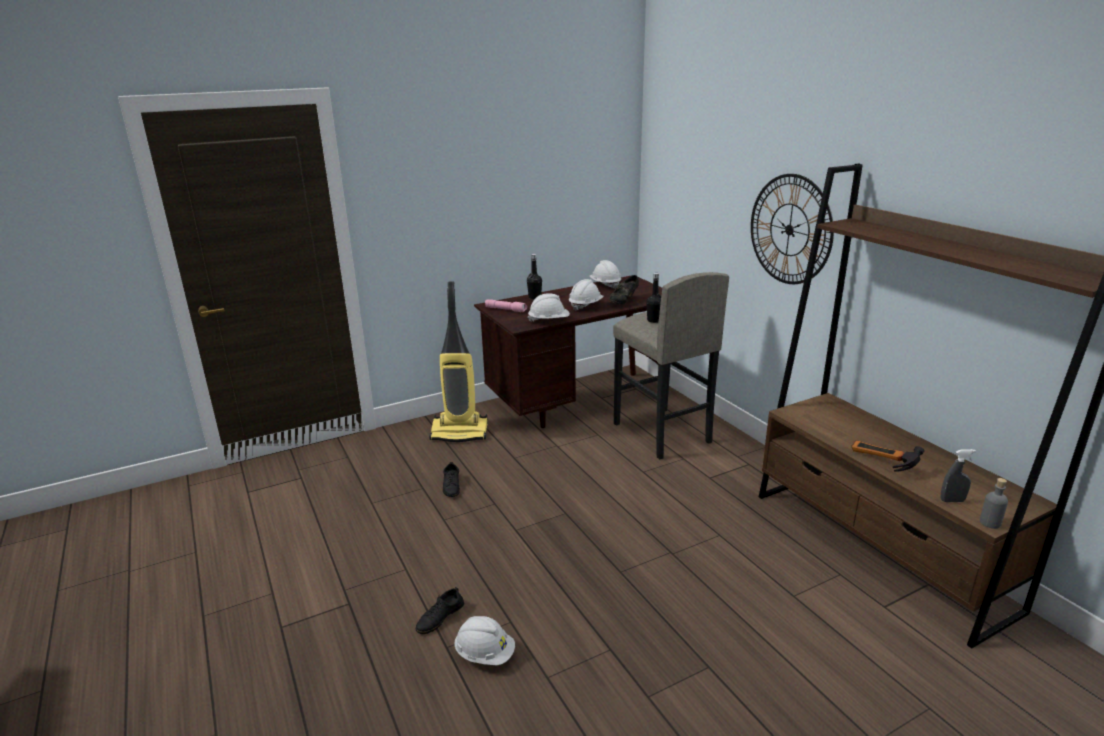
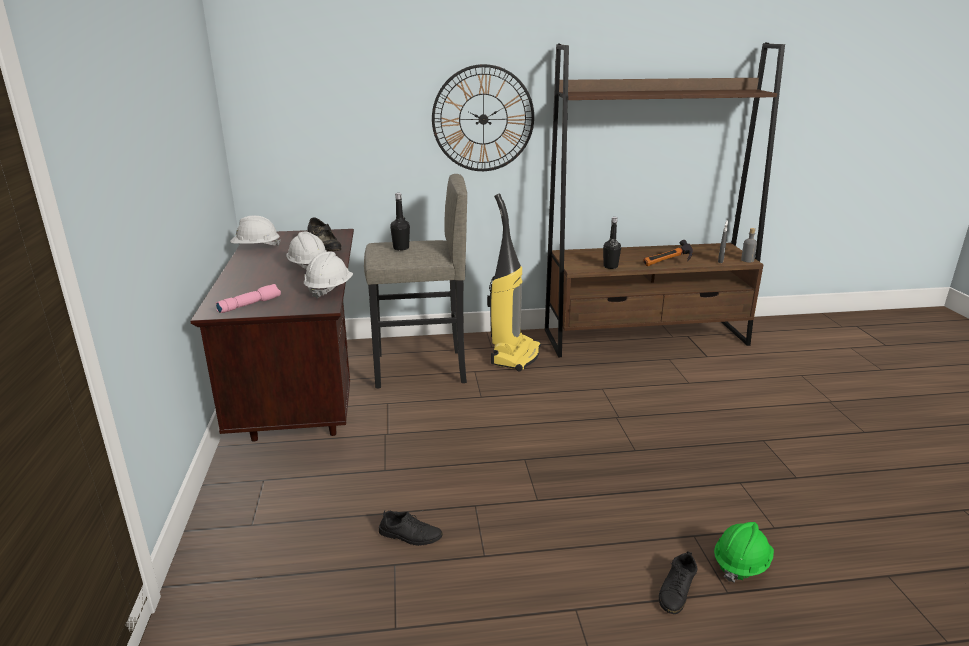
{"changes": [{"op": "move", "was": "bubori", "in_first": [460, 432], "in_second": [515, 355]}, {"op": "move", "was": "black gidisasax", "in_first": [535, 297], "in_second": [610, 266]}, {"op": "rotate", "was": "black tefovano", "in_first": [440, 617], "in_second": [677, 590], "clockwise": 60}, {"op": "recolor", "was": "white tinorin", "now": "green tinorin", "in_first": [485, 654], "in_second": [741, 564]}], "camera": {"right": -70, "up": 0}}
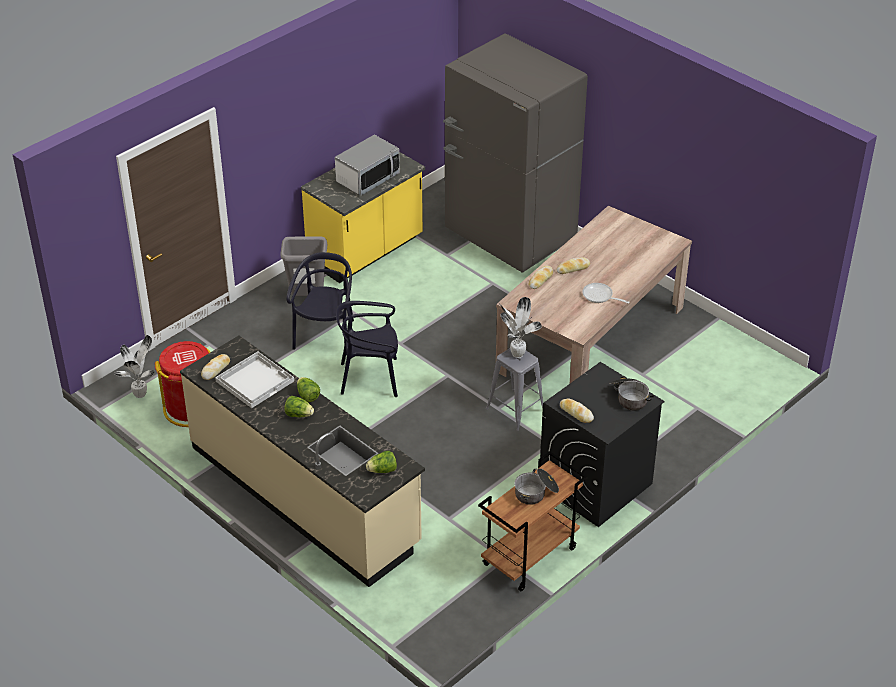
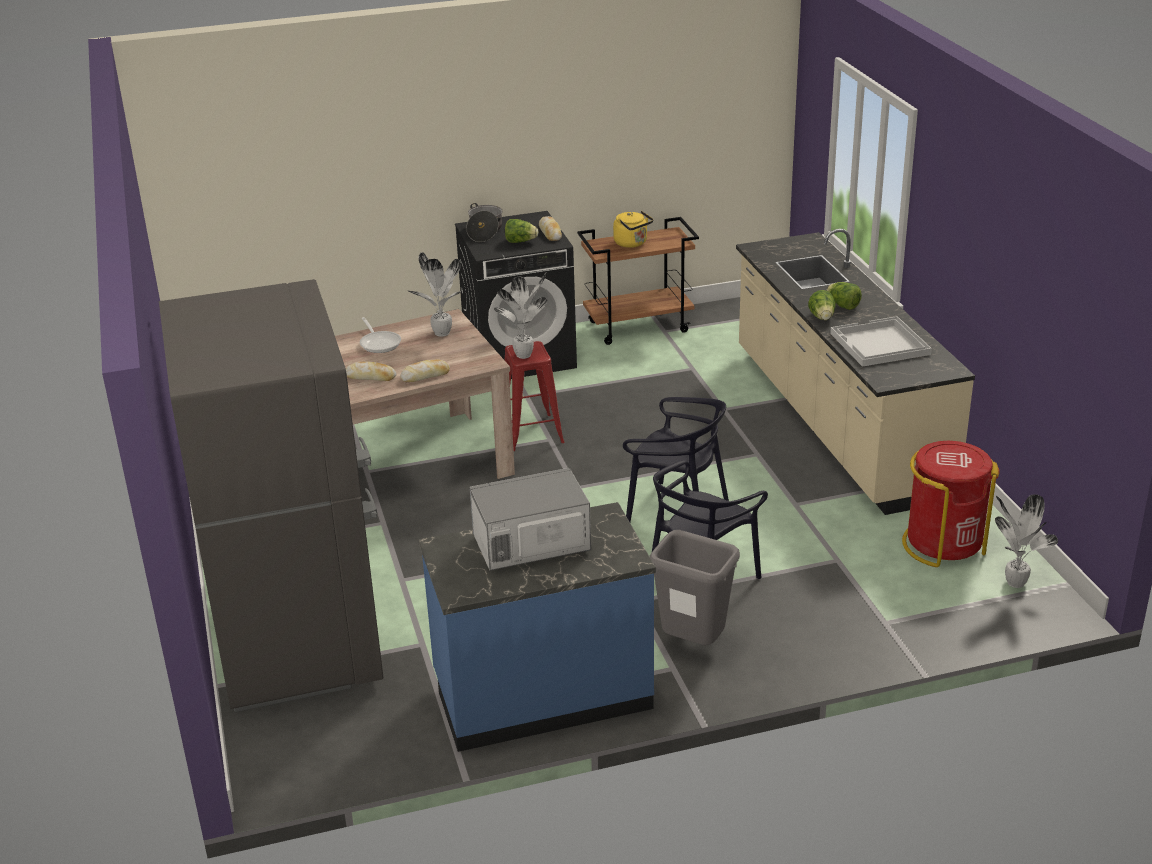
{"changes": [{"op": "insert", "now": "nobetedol", "in_second": [441, 334]}, {"op": "recolor", "was": "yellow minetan", "now": "blue minetan", "in_first": [366, 252], "in_second": [542, 693]}, {"op": "move", "was": "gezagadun", "in_first": [382, 470], "in_second": [520, 241]}, {"op": "recolor", "was": "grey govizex", "now": "red govizex", "in_first": [515, 410], "in_second": [531, 432]}, {"op": "replace", "was": "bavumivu", "now": "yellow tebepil", "in_first": [536, 493], "in_second": [632, 243]}, {"op": "delete", "was": "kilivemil", "in_first": [216, 369]}], "camera": {"right": -150, "up": -10}}
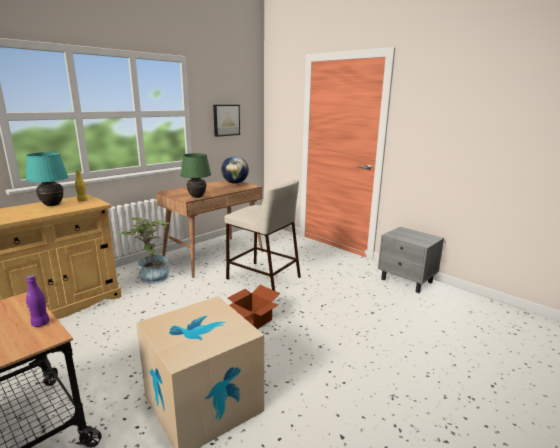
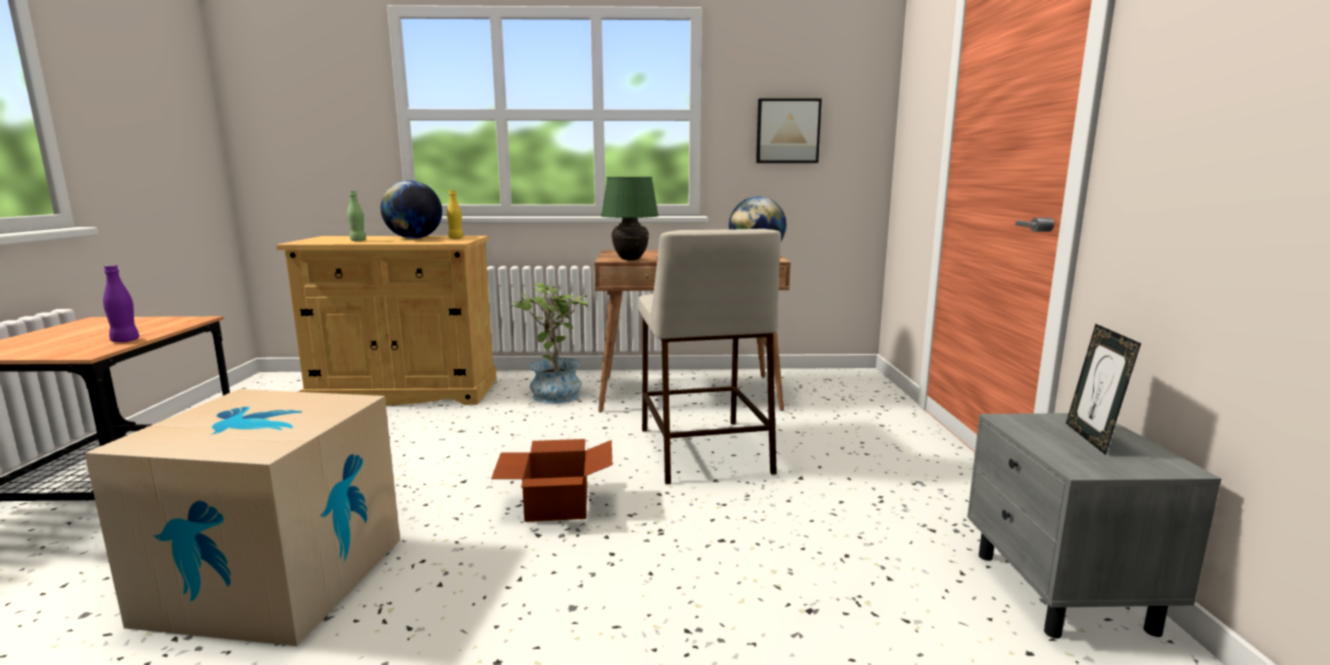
{"changes": [{"op": "insert", "now": "green gidisasax", "in_second": [358, 241]}, {"op": "replace", "was": "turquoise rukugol", "now": "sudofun", "in_first": [52, 205], "in_second": [414, 238]}, {"op": "insert", "now": "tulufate", "in_second": [1091, 438]}], "camera": {"right": 45, "up": -5}}
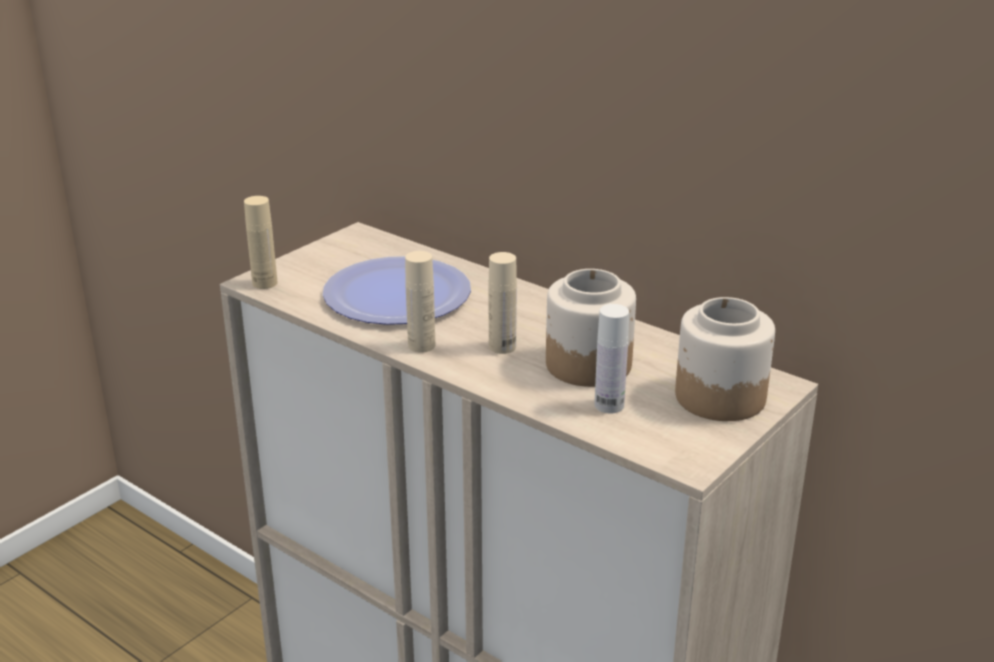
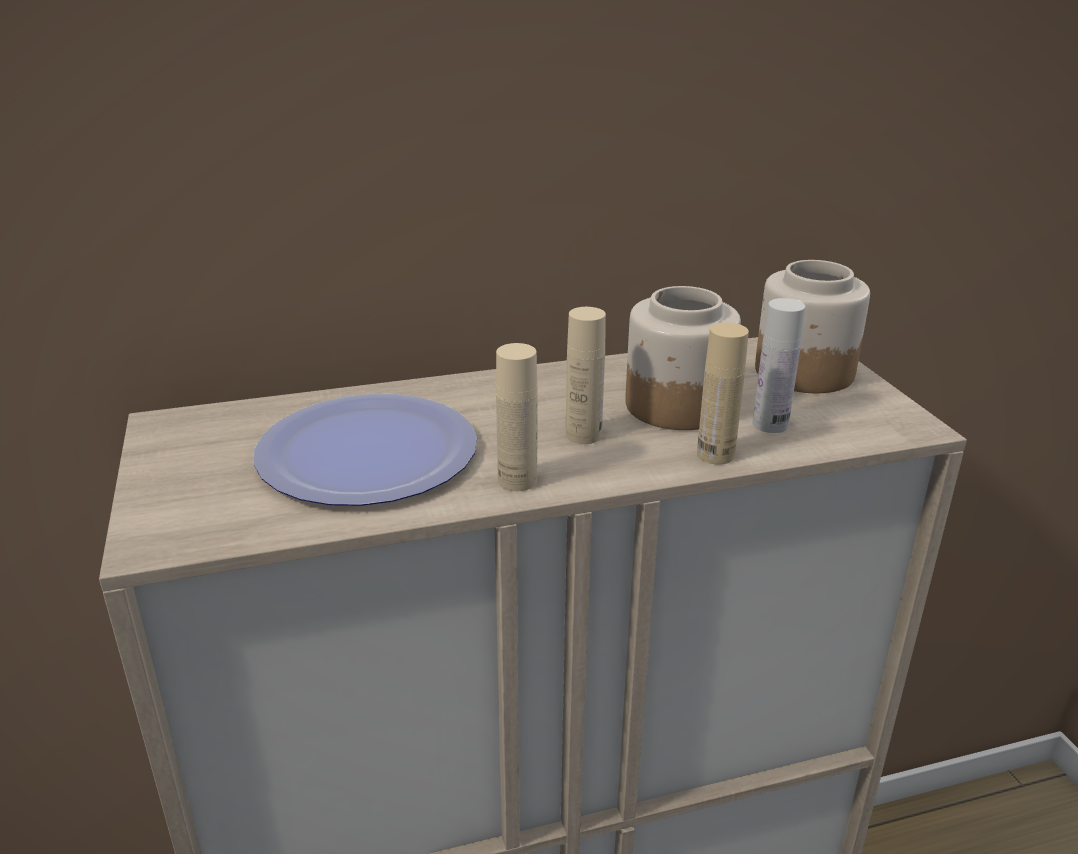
{"changes": [{"op": "move", "was": "beige gidisasax", "in_first": [265, 283], "in_second": [715, 454]}], "camera": {"right": -55, "up": 0}}
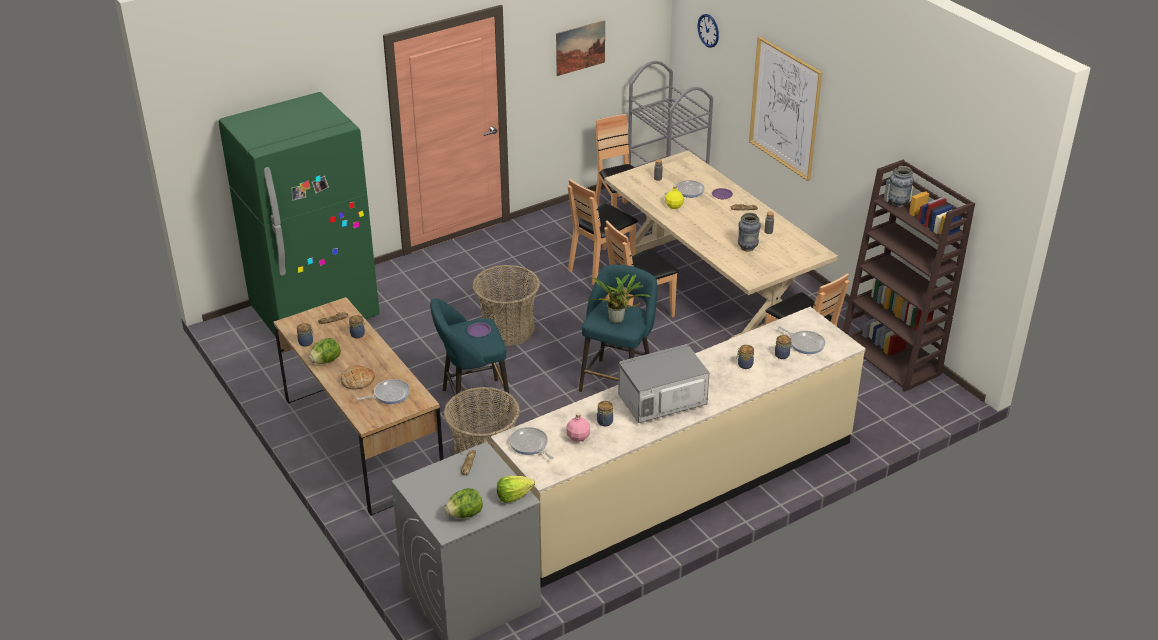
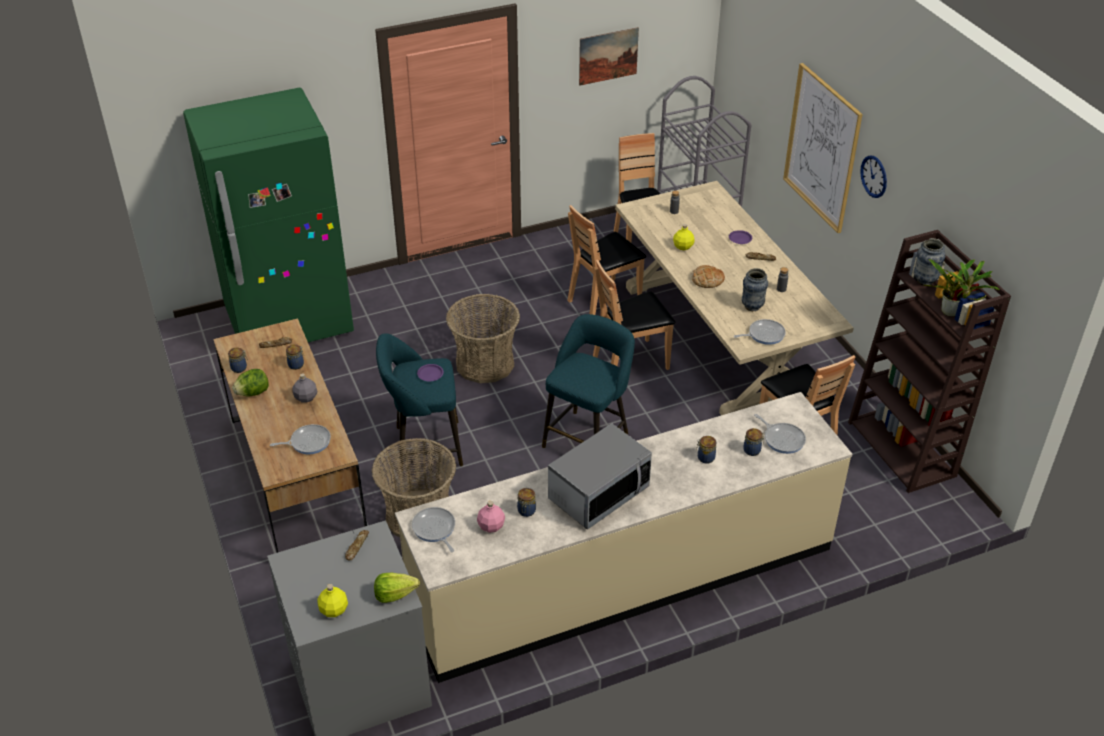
{"changes": [{"op": "insert", "now": "grey gidisasax", "in_second": [306, 397]}, {"op": "replace", "was": "gezagadun", "now": "yellow gidisasax", "in_first": [465, 514], "in_second": [334, 610]}, {"op": "rotate", "was": "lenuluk", "in_first": [662, 402], "in_second": [598, 493], "clockwise": 150}, {"op": "move", "was": "kilivemil", "in_first": [357, 380], "in_second": [707, 279]}, {"op": "move", "was": "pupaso", "in_first": [687, 191], "in_second": [764, 334]}, {"op": "move", "was": "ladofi", "in_first": [708, 30], "in_second": [874, 176]}, {"op": "move", "was": "nobetedol", "in_first": [618, 320], "in_second": [952, 313]}], "camera": {"right": 10, "up": 5}}
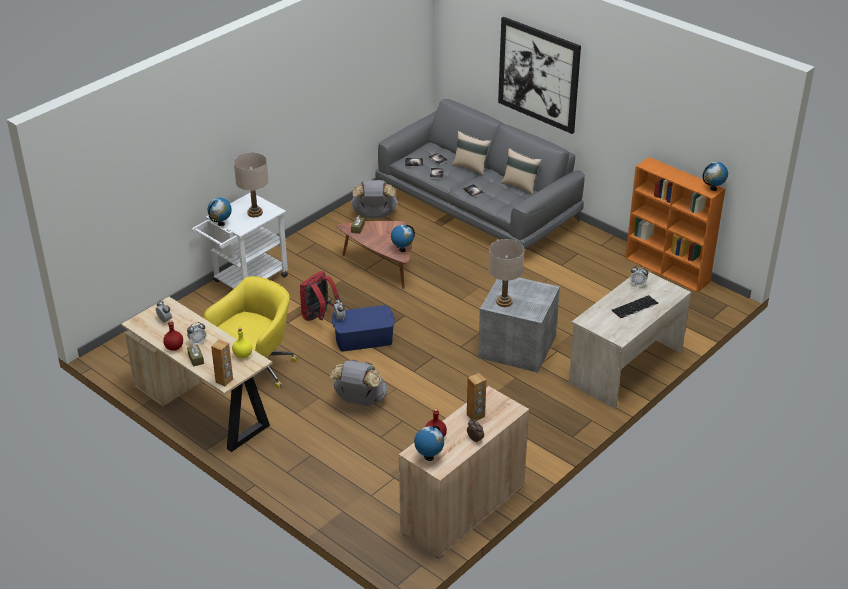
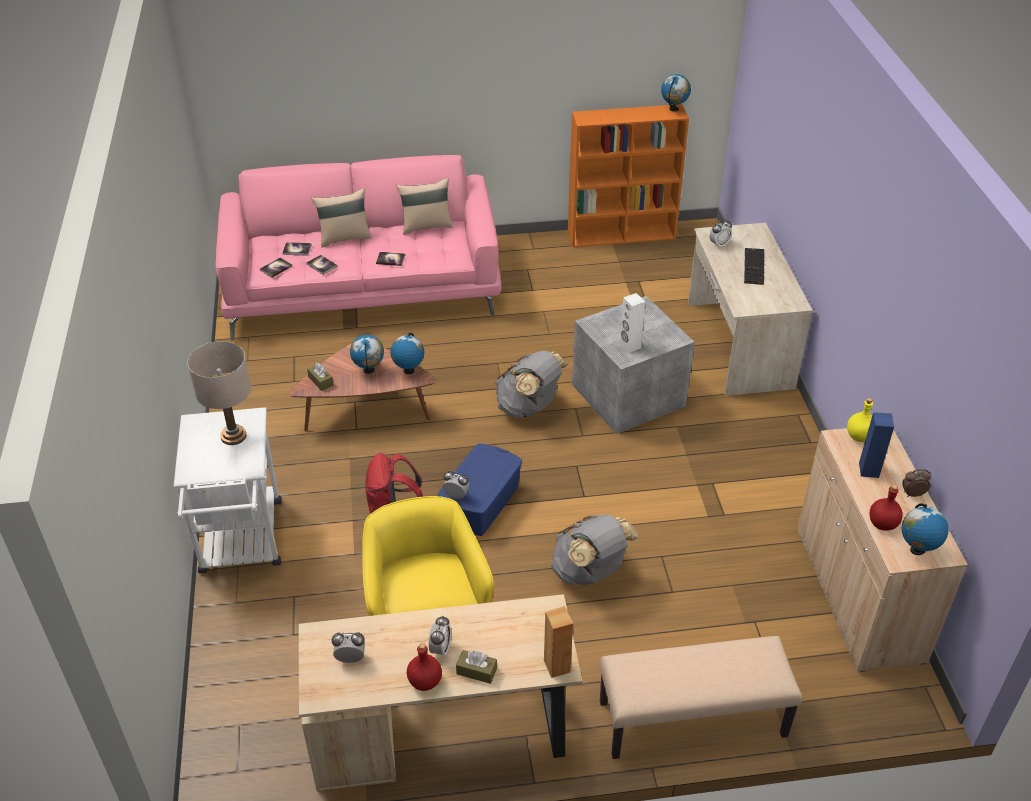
{"changes": [{"op": "recolor", "was": "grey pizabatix", "now": "pink pizabatix", "in_first": [478, 208], "in_second": [364, 286]}, {"op": "move", "was": "sudofun", "in_first": [221, 224], "in_second": [369, 370]}, {"op": "move", "was": "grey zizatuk", "in_first": [374, 216], "in_second": [529, 407]}, {"op": "insert", "now": "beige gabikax", "in_second": [692, 720]}, {"op": "replace", "was": "beige rukugol", "now": "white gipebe", "in_first": [504, 302], "in_second": [630, 346]}, {"op": "move", "was": "yellow gidisasax", "in_first": [242, 355], "in_second": [859, 436]}, {"op": "recolor", "was": "brown gipebe", "now": "blue gipebe", "in_first": [475, 416], "in_second": [869, 470]}, {"op": "delete", "was": "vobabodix", "in_first": [539, 74]}], "camera": {"right": -50, "up": 5}}
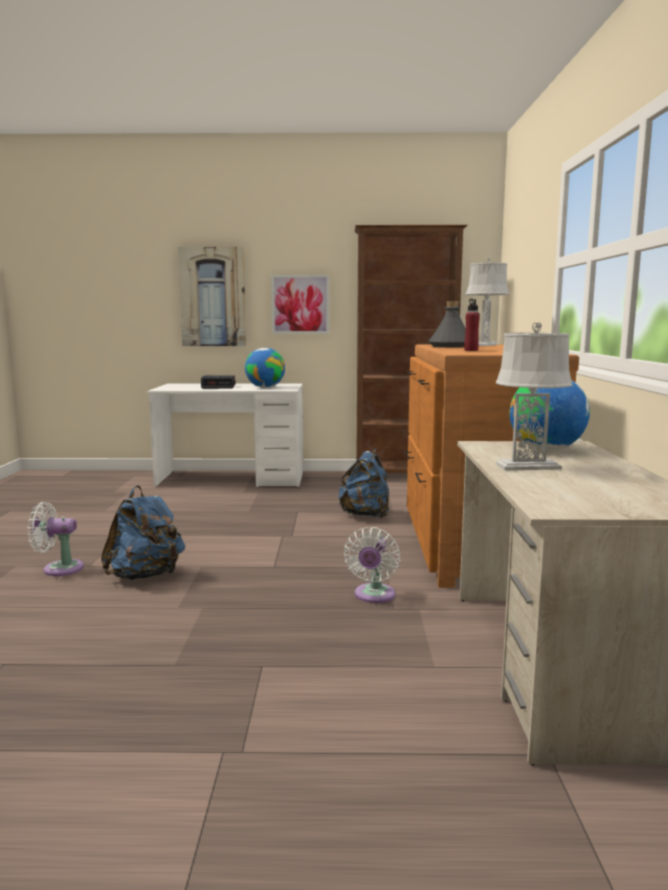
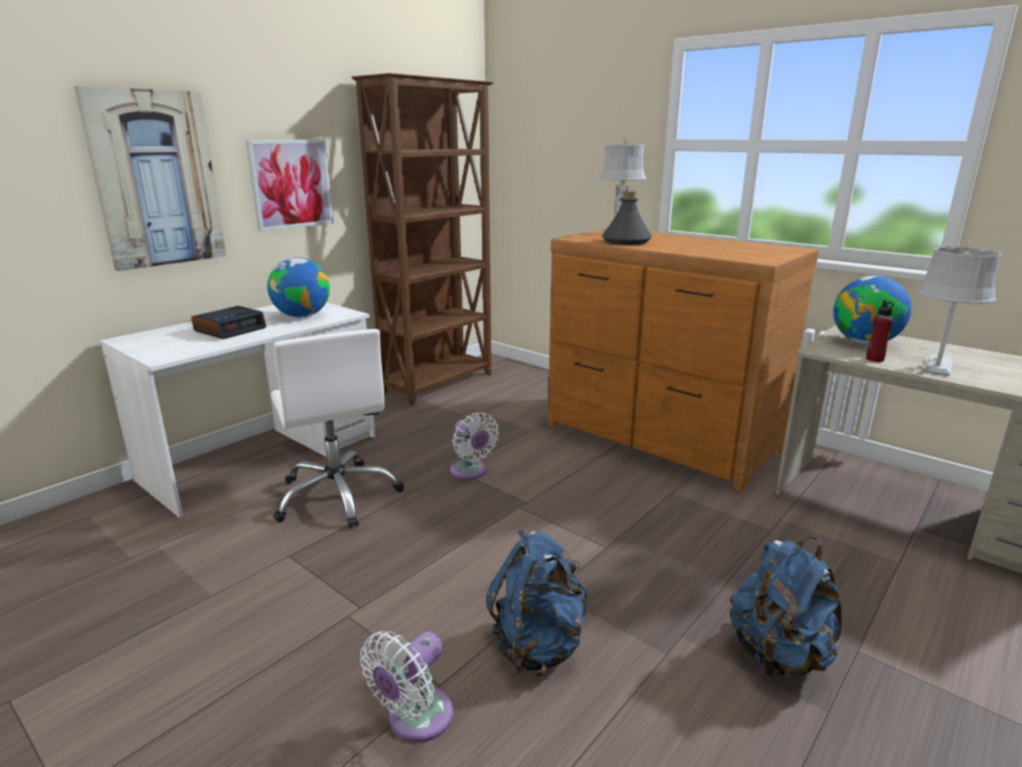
{"changes": [{"op": "insert", "now": "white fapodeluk", "in_second": [338, 495]}, {"op": "move", "was": "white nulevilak", "in_first": [373, 596], "in_second": [470, 472]}, {"op": "move", "was": "blue zizatuk", "in_first": [365, 515], "in_second": [778, 656]}, {"op": "move", "was": "red gidisasax", "in_first": [471, 350], "in_second": [875, 359]}], "camera": {"right": -50, "up": 10}}
